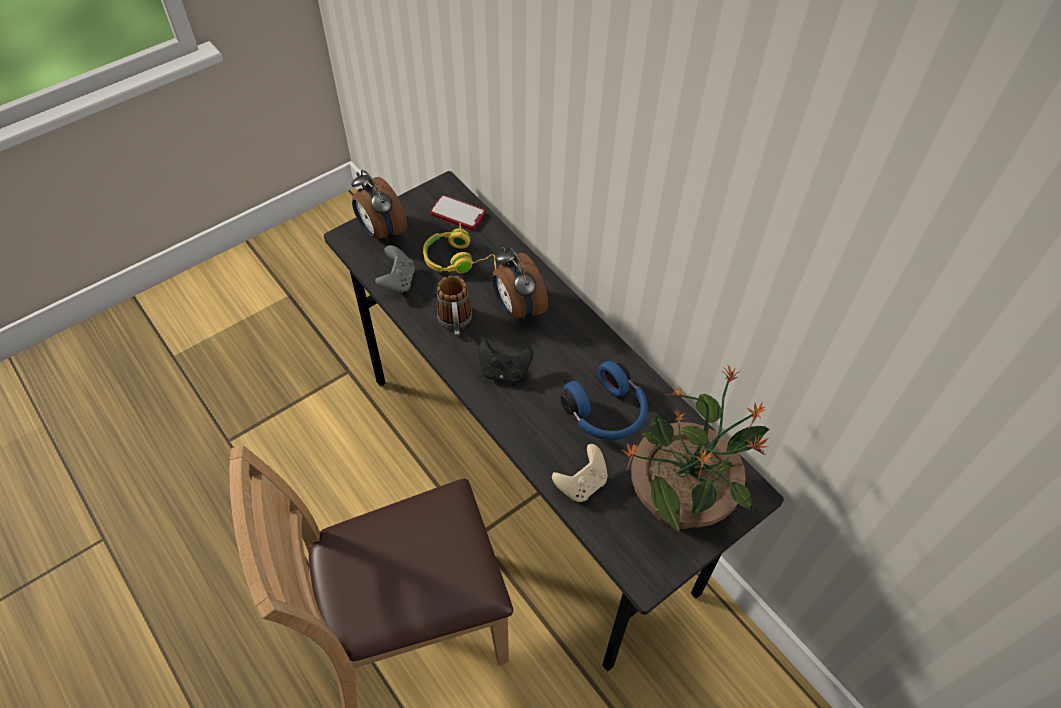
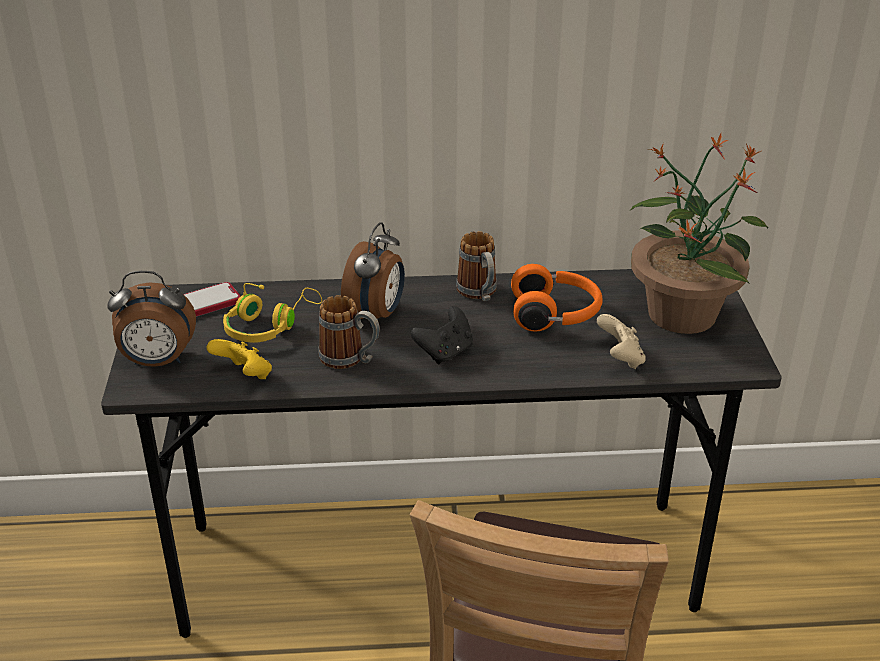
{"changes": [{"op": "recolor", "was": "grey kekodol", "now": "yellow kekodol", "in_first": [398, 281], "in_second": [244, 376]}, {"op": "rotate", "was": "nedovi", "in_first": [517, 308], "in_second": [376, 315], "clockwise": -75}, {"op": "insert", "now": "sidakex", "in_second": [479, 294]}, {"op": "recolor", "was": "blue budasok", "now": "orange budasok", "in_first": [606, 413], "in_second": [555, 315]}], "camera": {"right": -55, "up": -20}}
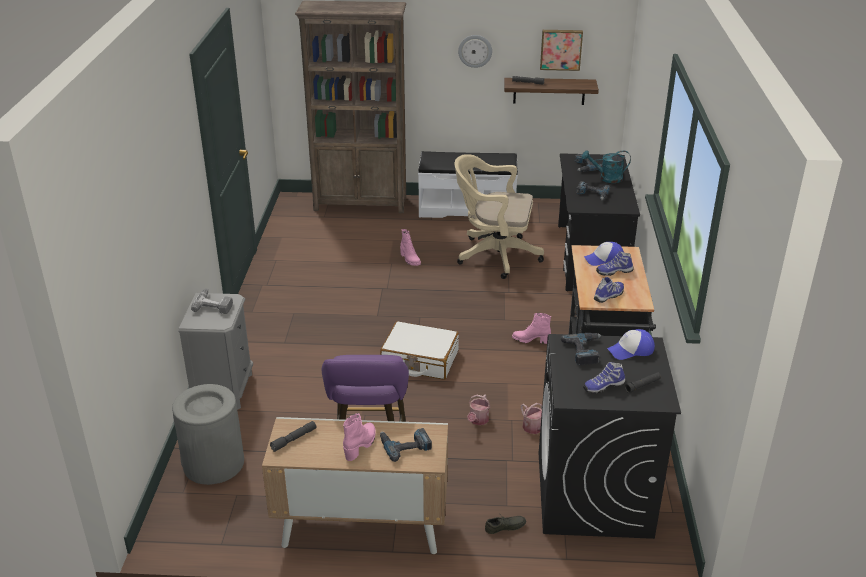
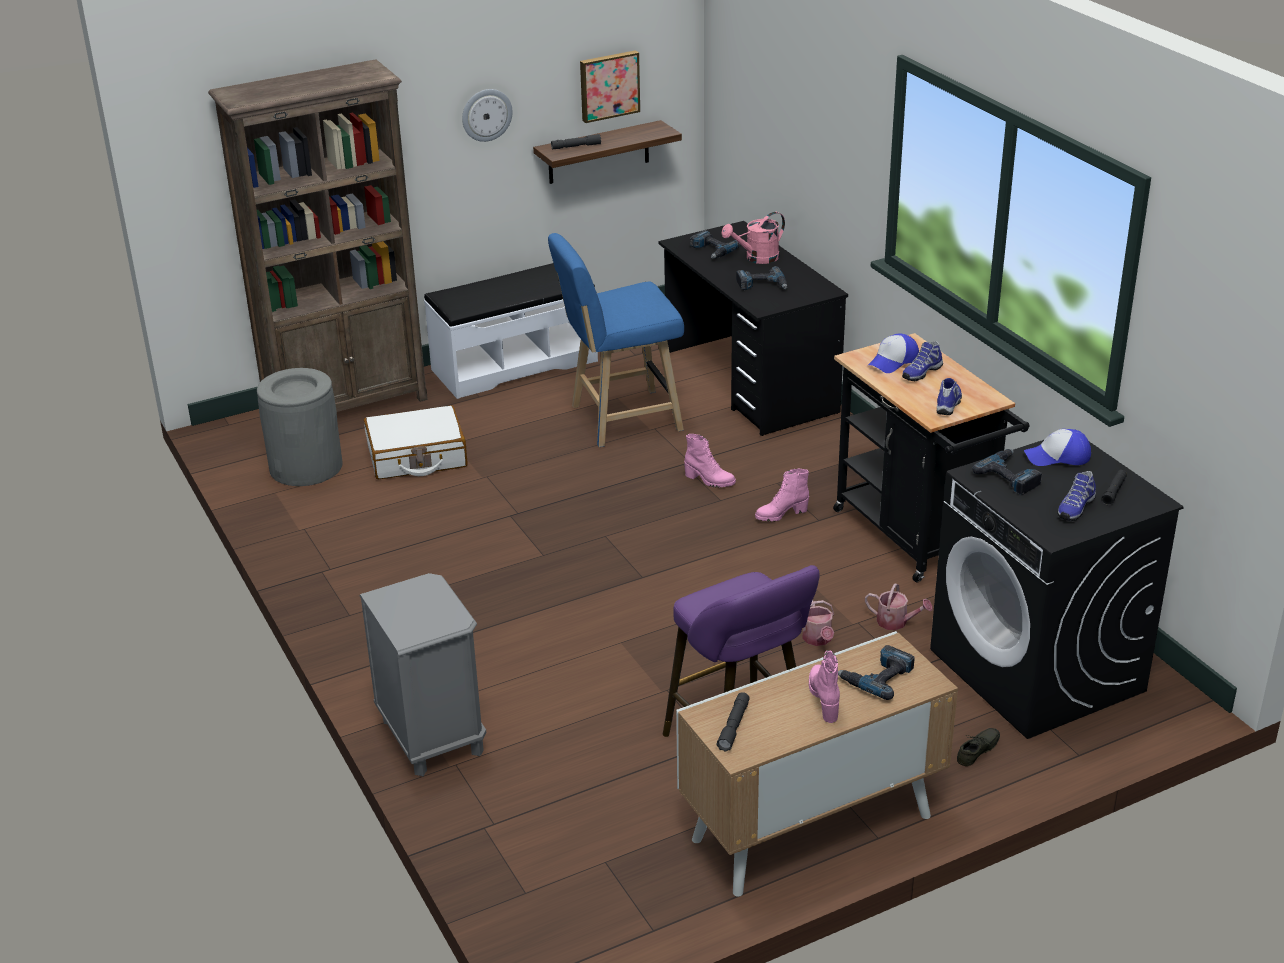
{"changes": [{"op": "move", "was": "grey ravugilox", "in_first": [213, 463], "in_second": [306, 467]}, {"op": "move", "was": "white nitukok", "in_first": [420, 360], "in_second": [417, 457]}, {"op": "replace", "was": "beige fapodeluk", "now": "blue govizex", "in_first": [494, 255], "in_second": [620, 419]}, {"op": "move", "was": "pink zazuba", "in_first": [409, 260], "in_second": [709, 480]}, {"op": "recolor", "was": "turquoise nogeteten", "now": "pink nogeteten", "in_first": [606, 178], "in_second": [757, 258]}, {"op": "rotate", "was": "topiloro", "in_first": [631, 350], "in_second": [1058, 457], "clockwise": 45}, {"op": "delete", "was": "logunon", "in_first": [214, 304]}], "camera": {"right": -30, "up": 0}}
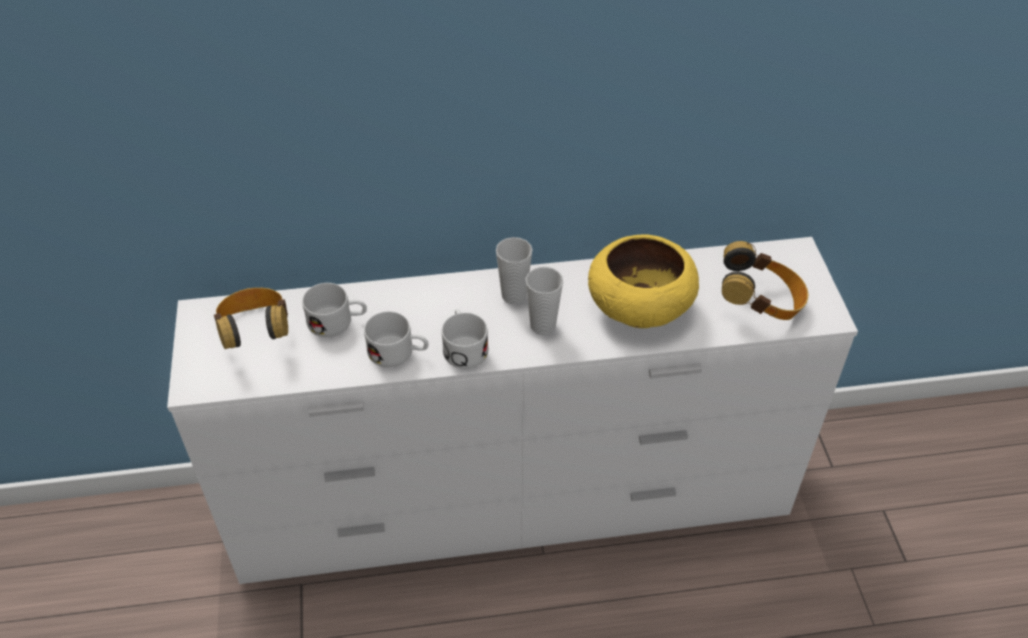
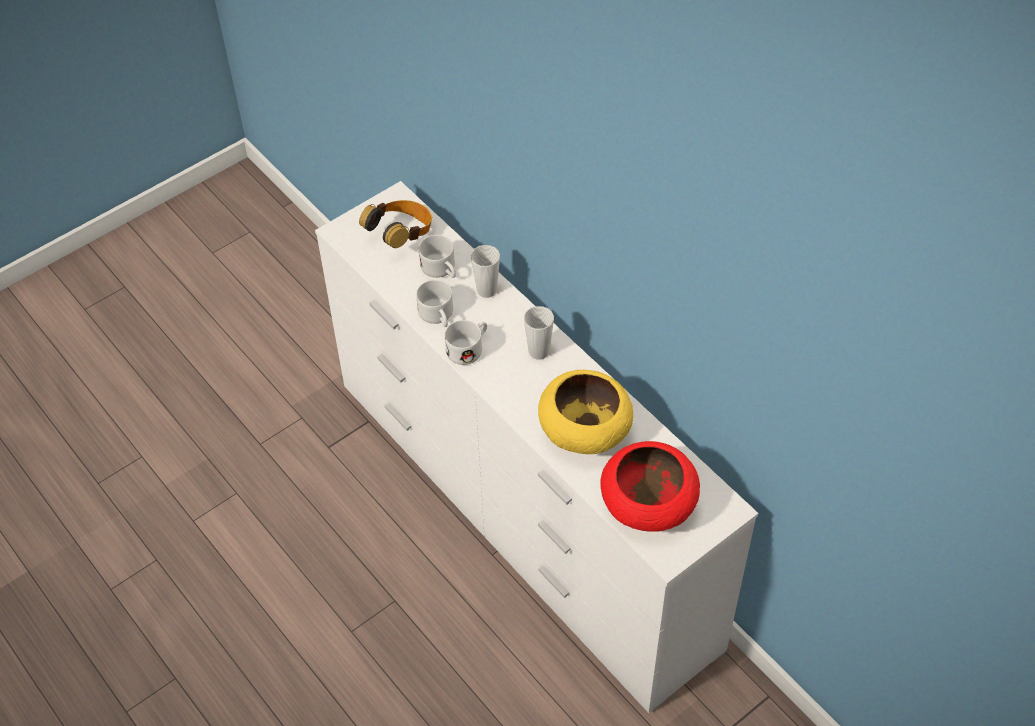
{"changes": [{"op": "move", "was": "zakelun", "in_first": [543, 325], "in_second": [487, 290]}, {"op": "replace", "was": "budasok", "now": "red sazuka", "in_first": [760, 303], "in_second": [648, 505]}], "camera": {"right": 60, "up": 5}}
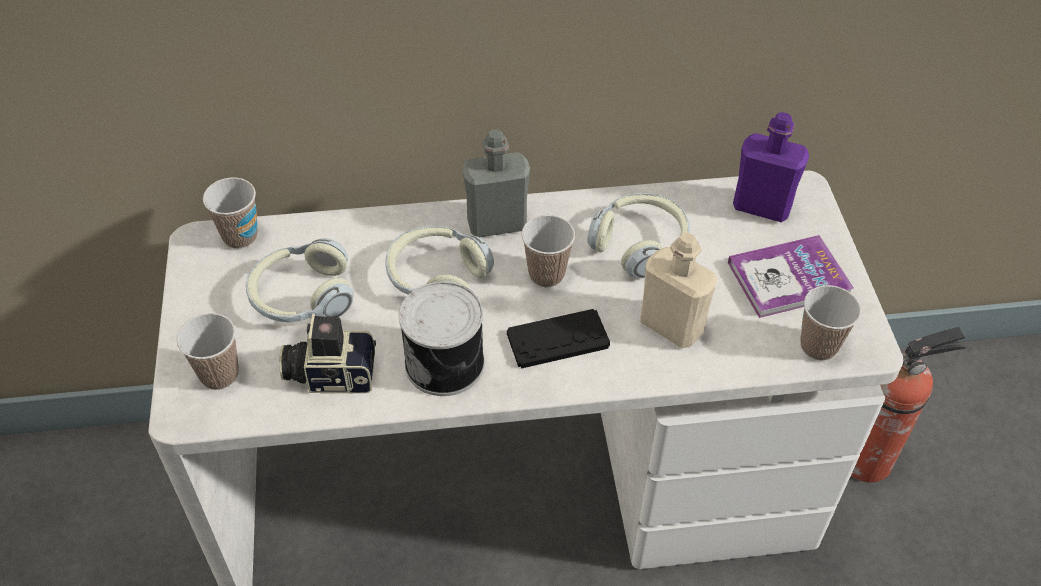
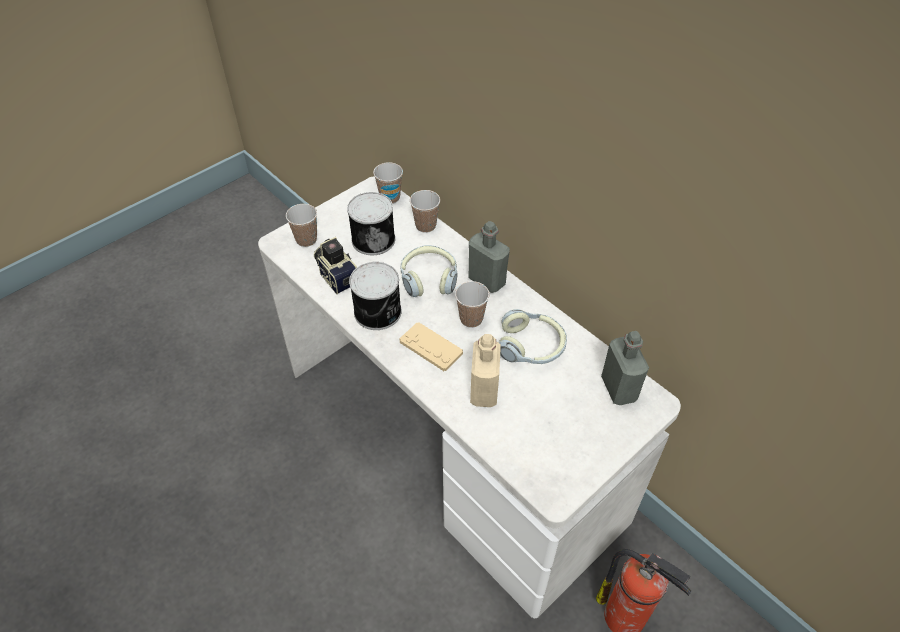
{"changes": [{"op": "replace", "was": "budasok", "now": "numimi", "in_first": [302, 297], "in_second": [373, 239]}, {"op": "recolor", "was": "black kekodol", "now": "beige kekodol", "in_first": [558, 340], "in_second": [431, 347]}, {"op": "move", "was": "zakelun", "in_first": [818, 346], "in_second": [425, 226]}, {"op": "recolor", "was": "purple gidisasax", "now": "grey gidisasax", "in_first": [761, 207], "in_second": [619, 388]}, {"op": "delete", "was": "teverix", "in_first": [788, 278]}], "camera": {"right": 55, "up": 0}}
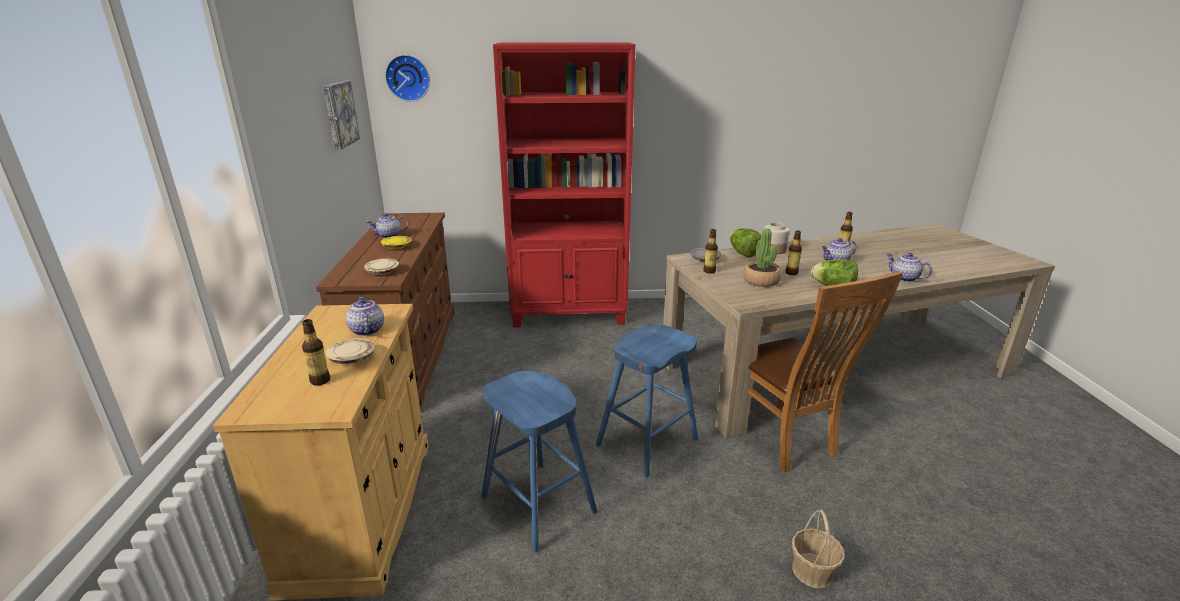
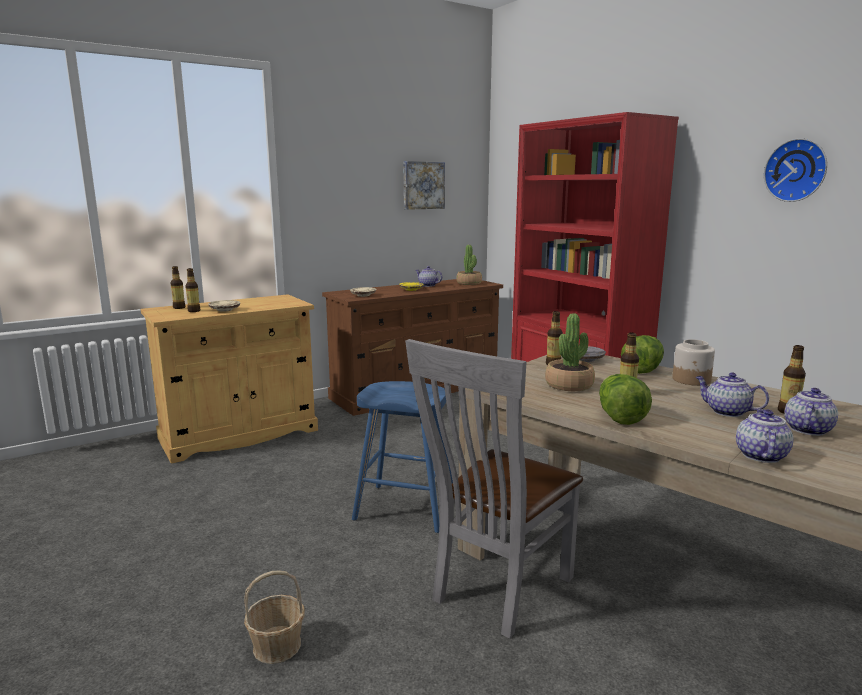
{"changes": [{"op": "insert", "now": "gidisasax", "in_second": [179, 307]}, {"op": "recolor", "was": "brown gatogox", "now": "grey gatogox", "in_first": [785, 441], "in_second": [496, 591]}, {"op": "insert", "now": "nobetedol", "in_second": [469, 283]}, {"op": "move", "was": "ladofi", "in_first": [408, 78], "in_second": [797, 170]}, {"op": "move", "was": "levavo", "in_first": [366, 330], "in_second": [807, 429]}, {"op": "delete", "was": "blue govizex", "in_first": [538, 504]}], "camera": {"right": 60, "up": -10}}
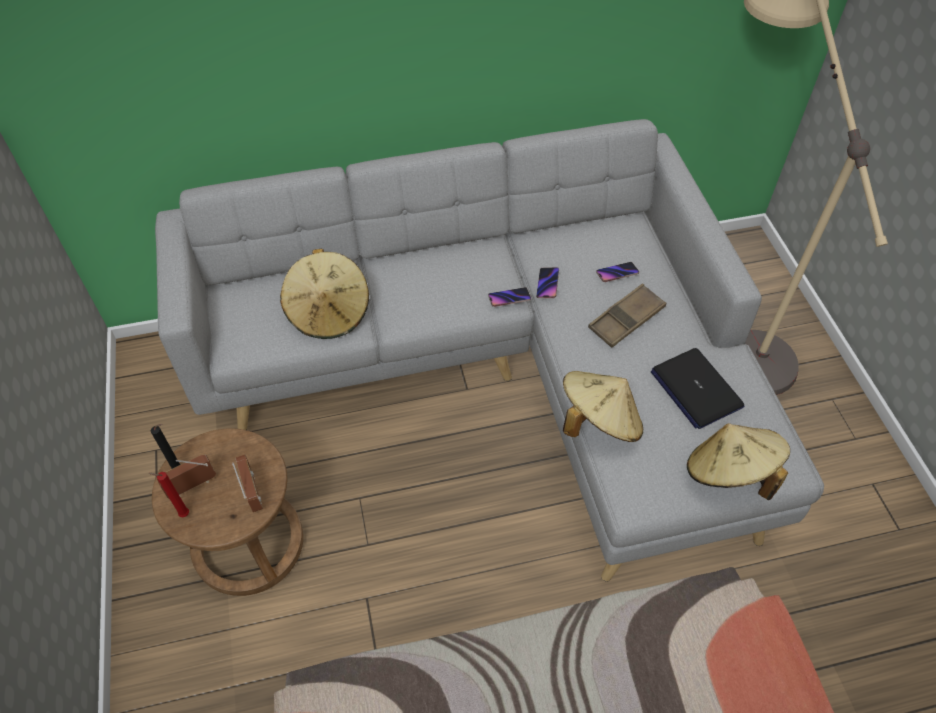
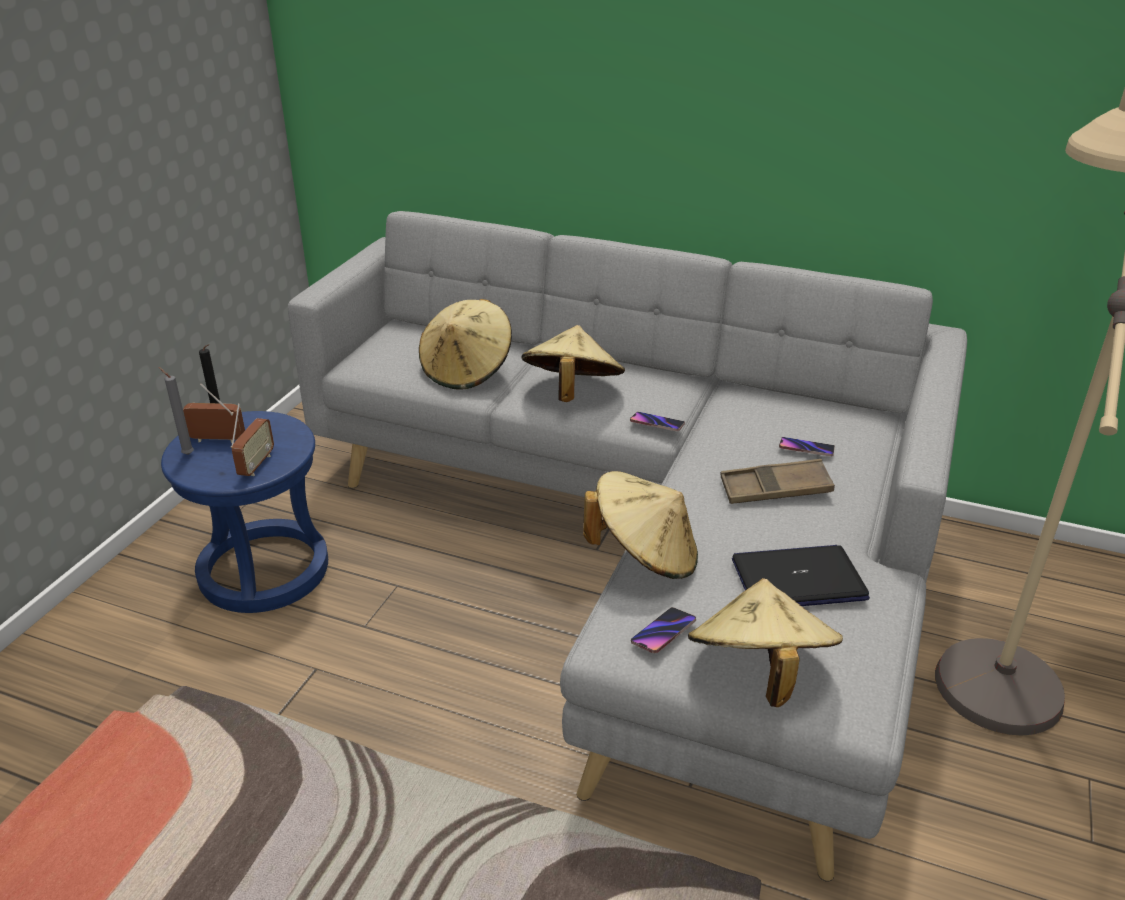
{"changes": [{"op": "recolor", "was": "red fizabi", "now": "grey fizabi", "in_first": [182, 514], "in_second": [186, 454]}, {"op": "recolor", "was": "brown govizex", "now": "blue govizex", "in_first": [248, 544], "in_second": [264, 570]}, {"op": "insert", "now": "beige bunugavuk", "in_second": [571, 393]}, {"op": "move", "was": "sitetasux", "in_first": [547, 284], "in_second": [663, 633]}, {"op": "rotate", "was": "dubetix", "in_first": [695, 389], "in_second": [798, 579], "clockwise": 75}], "camera": {"right": 35, "up": -20}}
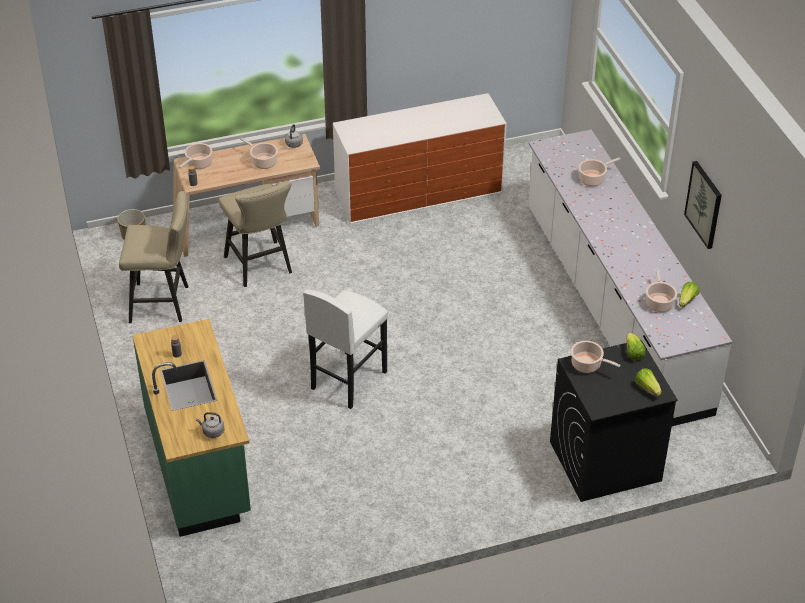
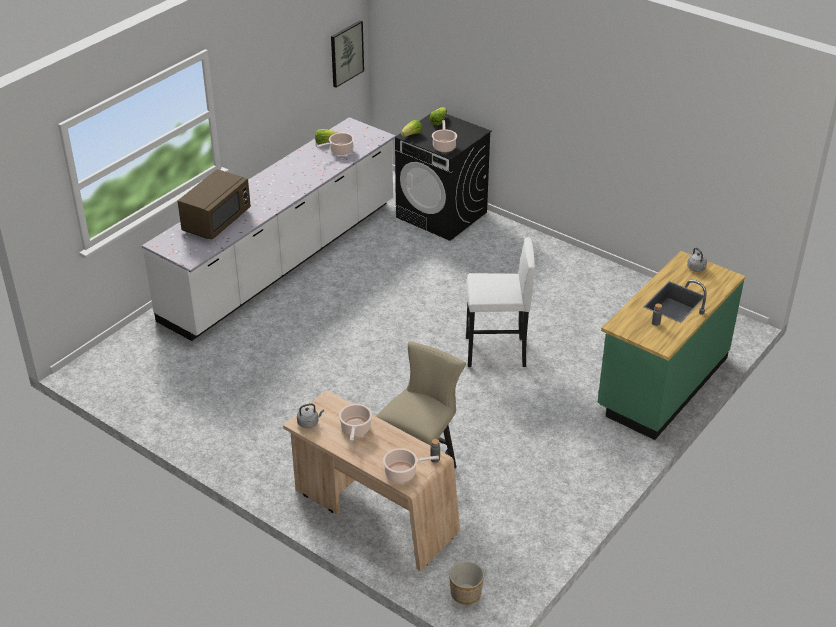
{"changes": [{"op": "replace", "was": "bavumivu", "now": "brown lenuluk", "in_first": [593, 179], "in_second": [216, 221]}, {"op": "move", "was": "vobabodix", "in_first": [704, 204], "in_second": [346, 53]}, {"op": "delete", "was": "beige govizex", "in_first": [164, 303]}, {"op": "delete", "was": "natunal", "in_first": [419, 191]}], "camera": {"right": -125, "up": -5}}
